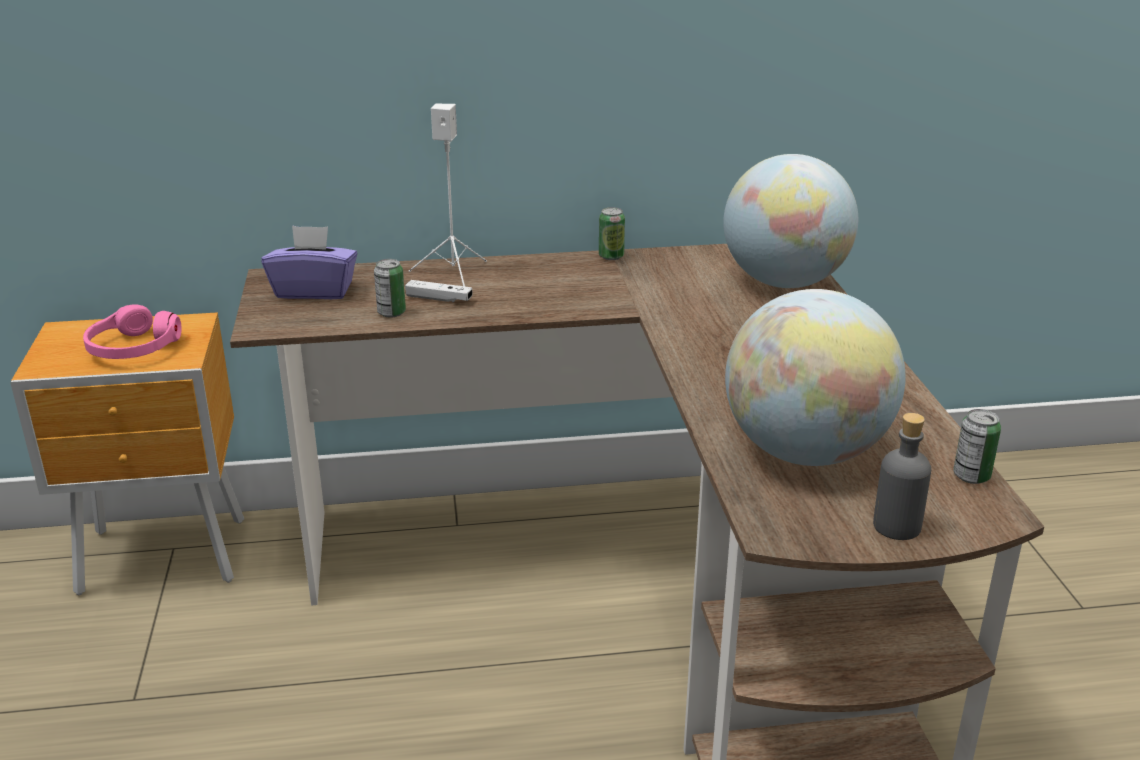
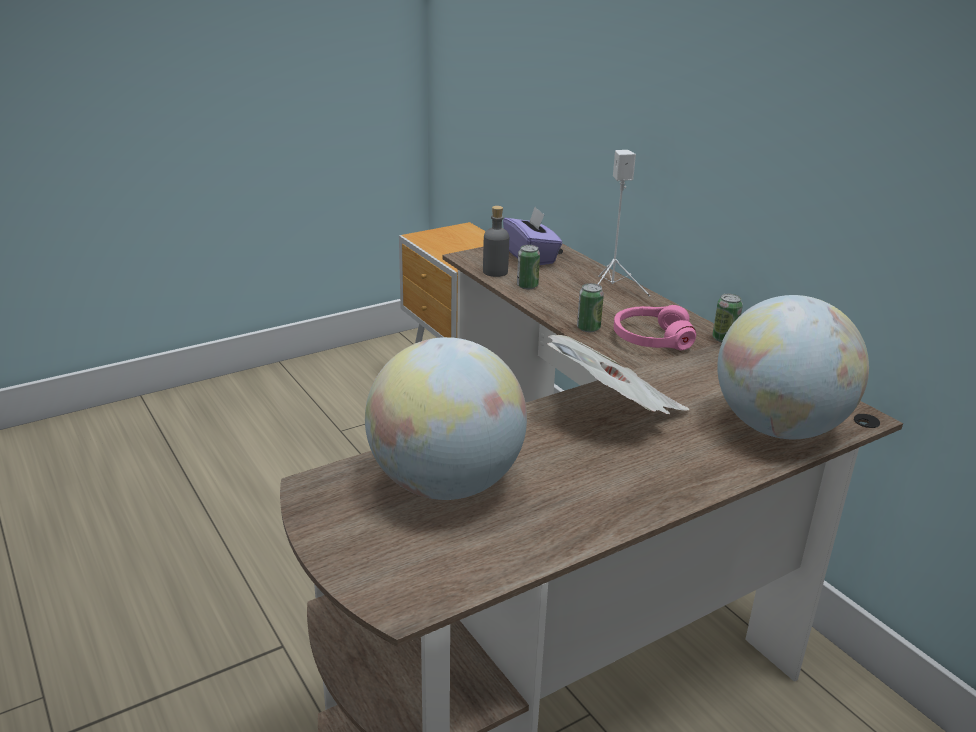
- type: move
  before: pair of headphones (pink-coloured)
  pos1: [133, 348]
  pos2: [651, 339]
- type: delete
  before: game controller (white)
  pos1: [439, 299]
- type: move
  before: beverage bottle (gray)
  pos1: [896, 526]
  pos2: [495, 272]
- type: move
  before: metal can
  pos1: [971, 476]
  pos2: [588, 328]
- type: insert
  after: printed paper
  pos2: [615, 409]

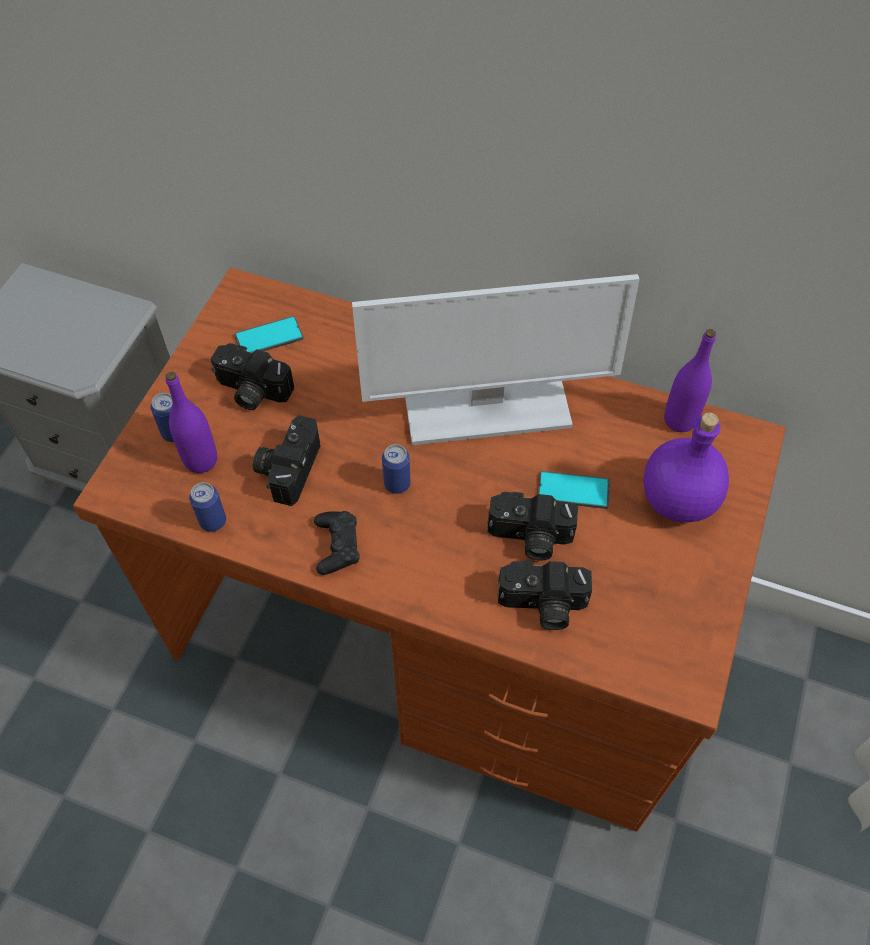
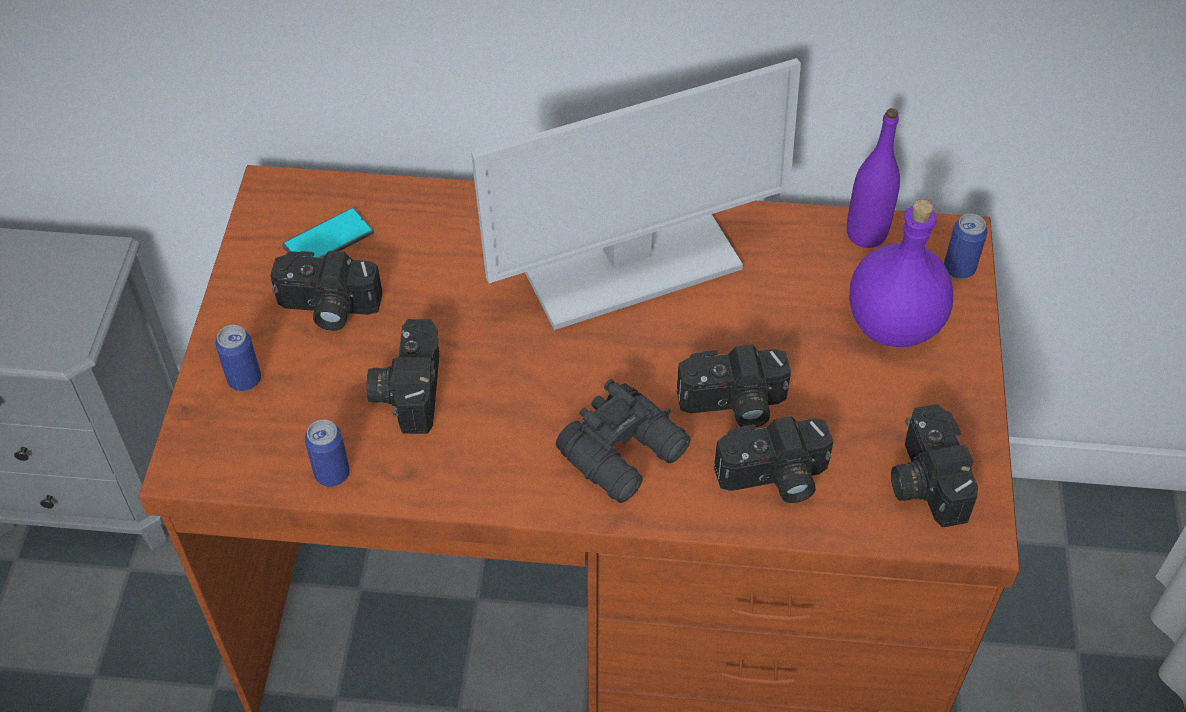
- type: delete
  before: beverage bottle (purple)
  pos1: [201, 460]
- type: delete
  before: game controller (black)
  pos1: [337, 545]
- type: move
  before: metal can
  pos1: [397, 484]
  pos2: [959, 269]
- type: delete
  before: handset
  pos1: [573, 490]
- type: insert
  after: field glasses (black)
  pos2: [626, 453]
- type: insert
  after: photo camera
  pos2: [922, 480]

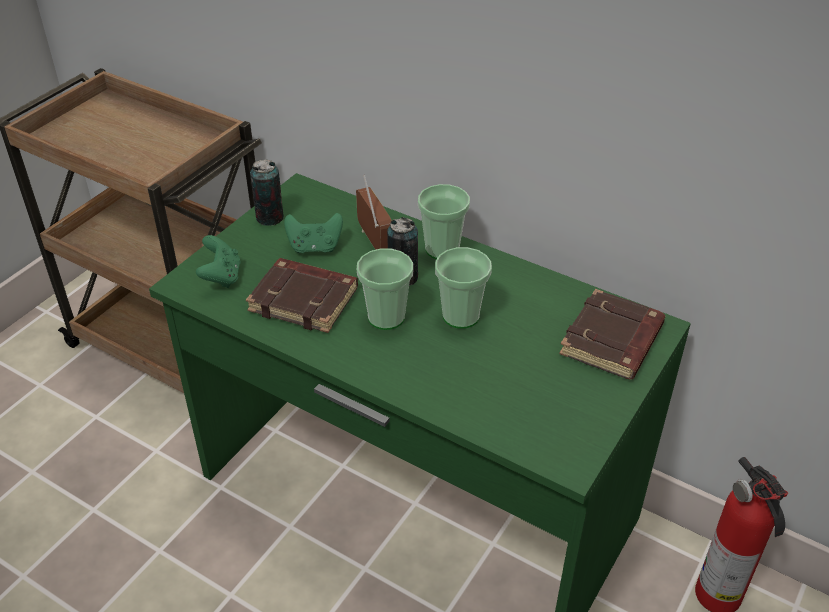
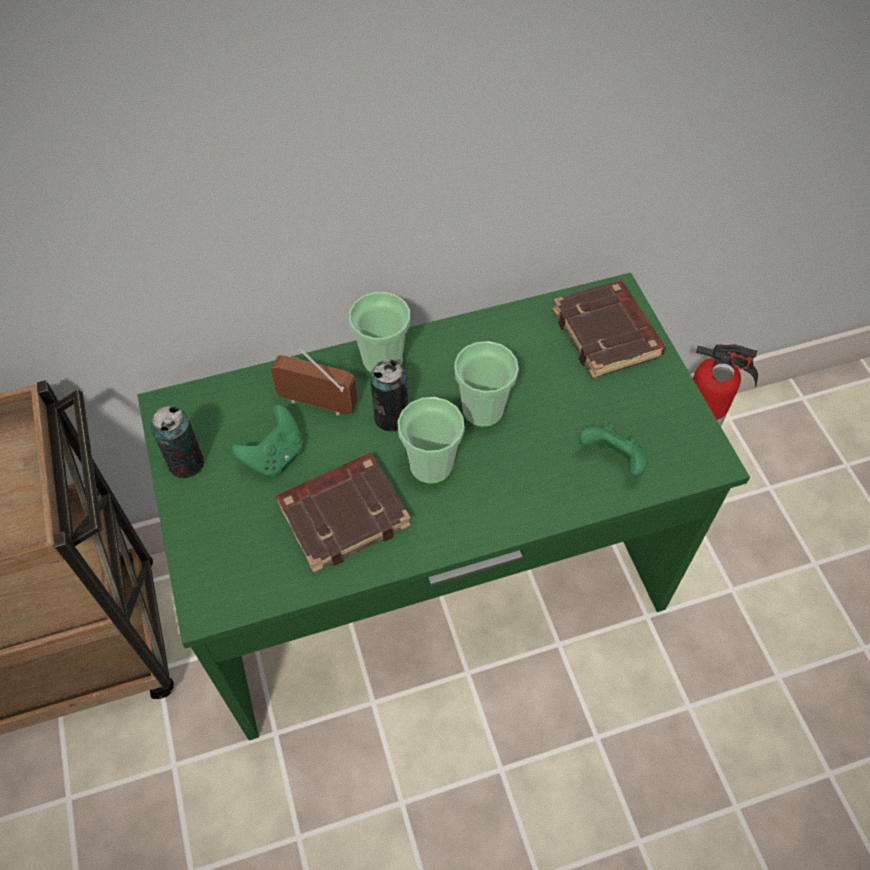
- type: move
  before: game controller (greenish)
  pos1: [221, 277]
  pos2: [613, 460]

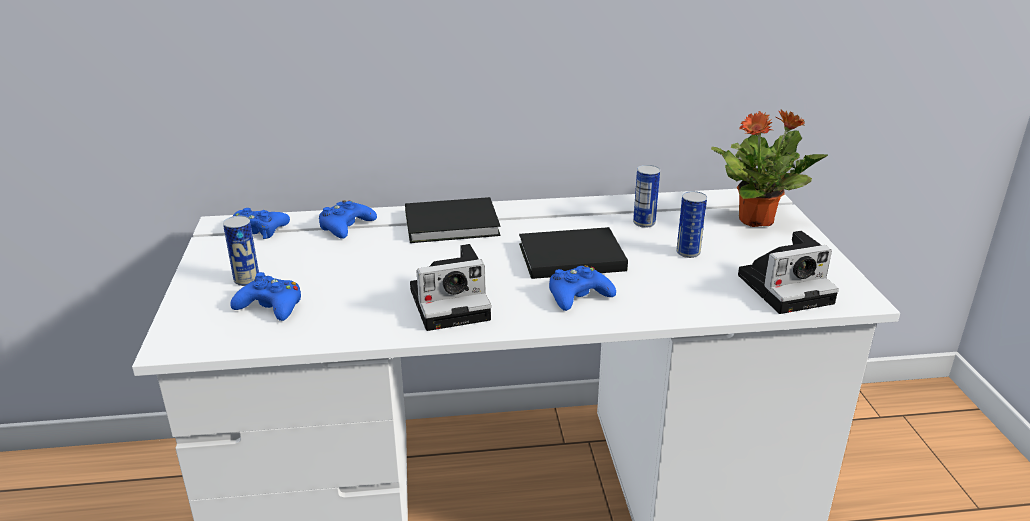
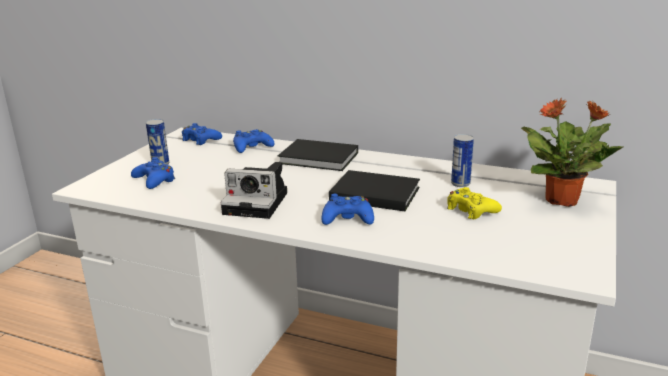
- type: replace
  before: metal can
  after: game controller (yellow-coloured)
  pos1: [688, 252]
  pos2: [470, 210]
- type: delete
  before: photo camera
  pos1: [787, 288]

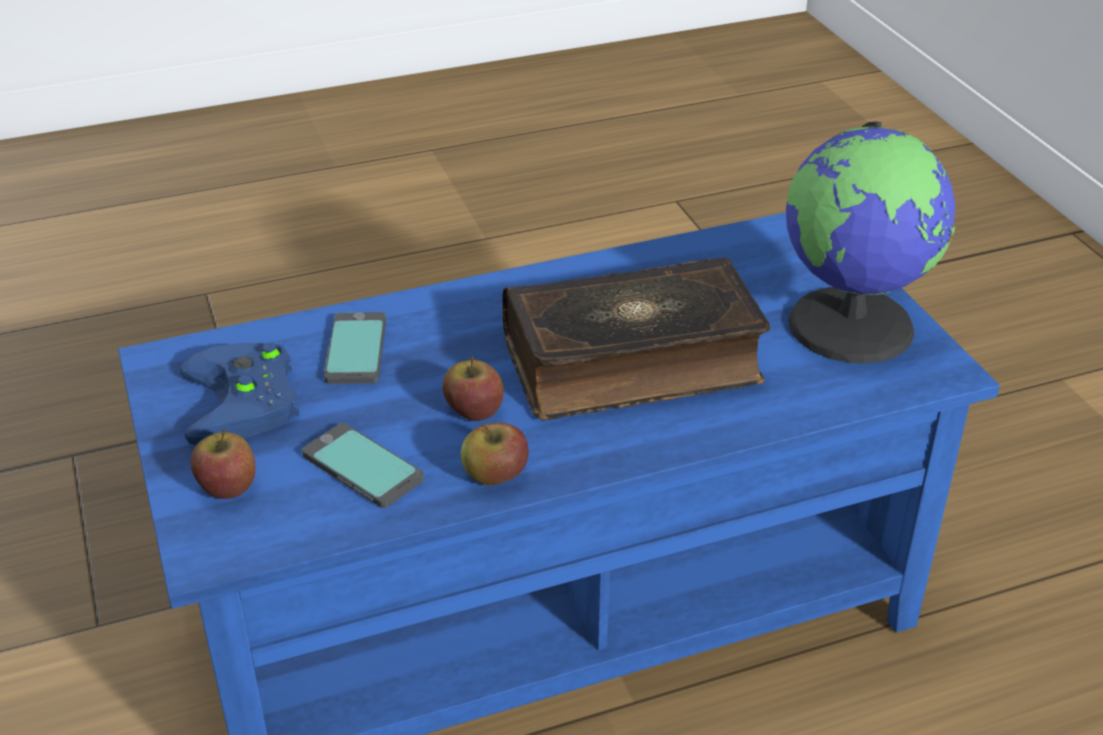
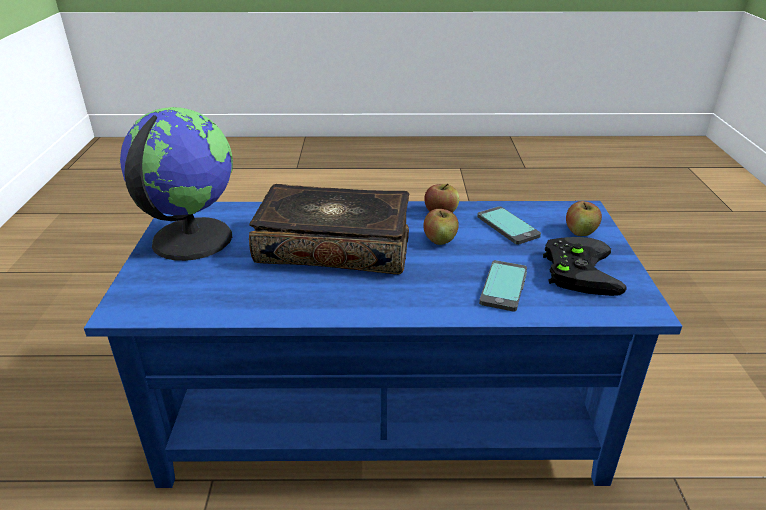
- type: recolor
  before: game controller (bluish)
  after: game controller (black)
  pos1: [246, 402]
  pos2: [576, 269]

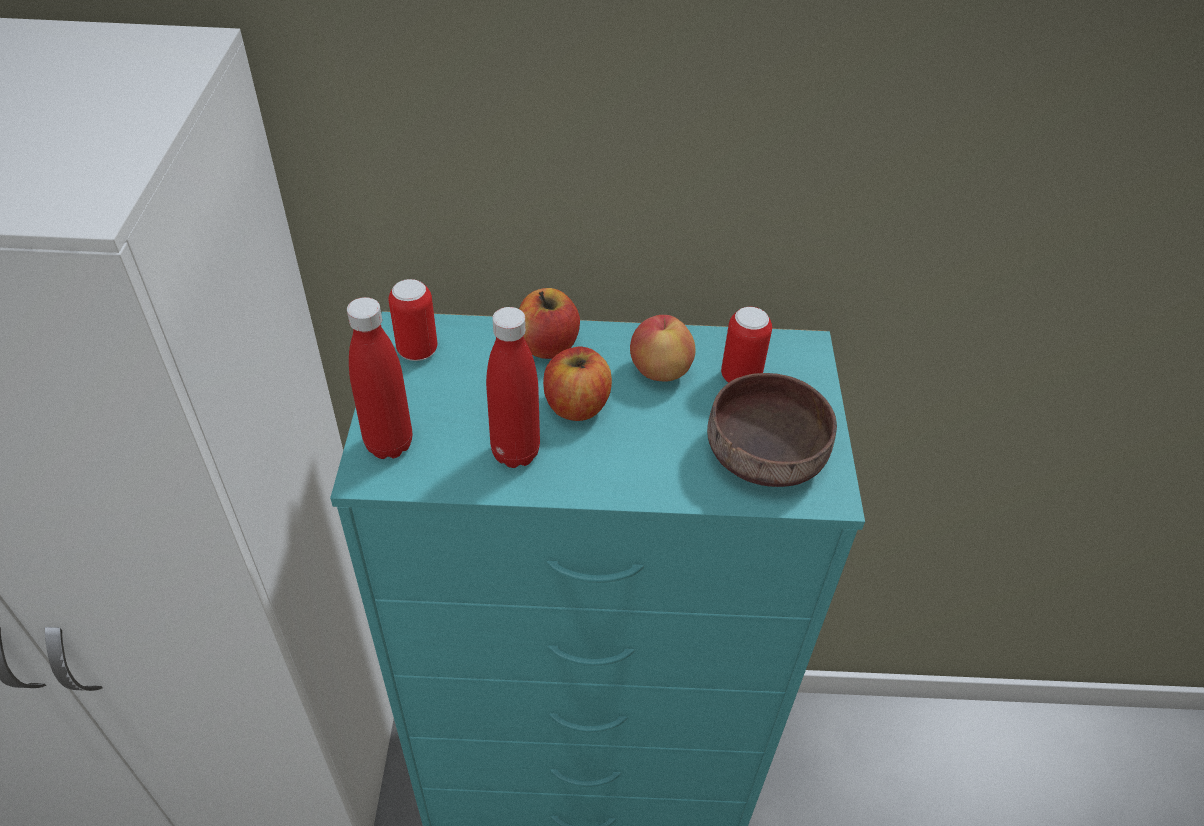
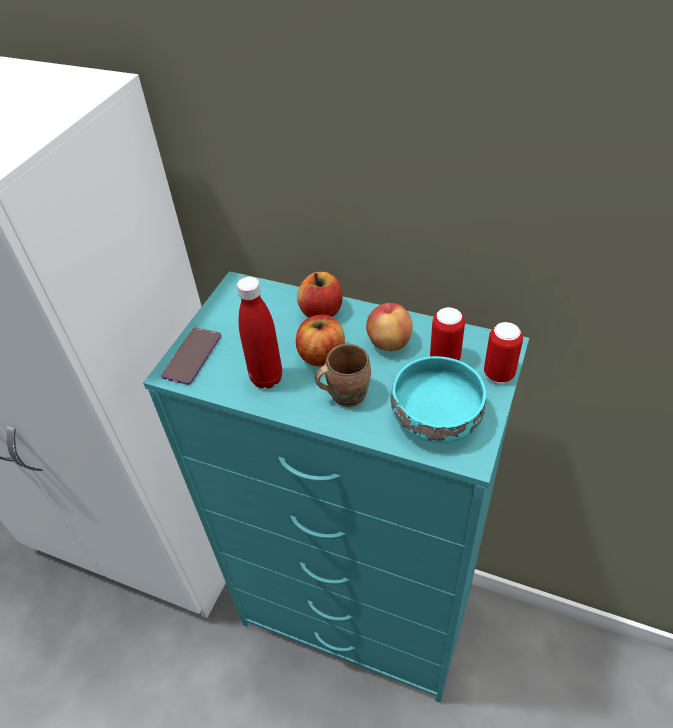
- type: replace
  before: beverage bottle (red)
  after: handset
  pos1: [389, 444]
  pos2: [192, 356]
- type: move
  before: metal can
  pos1: [417, 350]
  pos2: [499, 374]
- type: recolor
  before: deep dish (brown)
  after: deep dish (turquoise)
  pos1: [768, 453]
  pos2: [439, 417]
- type: insert
  after: coffee mug (brown)
  pos2: [345, 393]

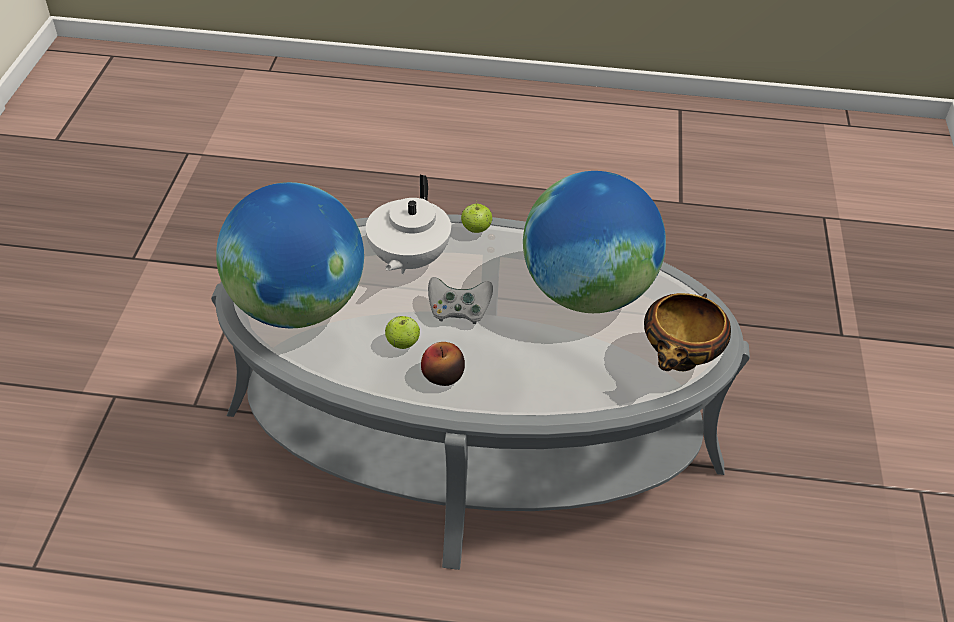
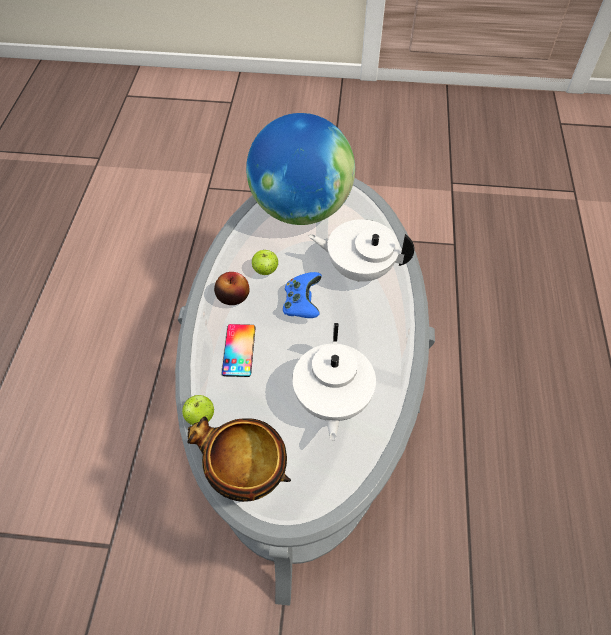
- type: recolor
  before: game controller (gray)
  after: game controller (bluish)
  pos1: [458, 311]
  pos2: [302, 304]
- type: move
  before: apple
  pos1: [476, 230]
  pos2: [200, 417]
- type: replace
  before: globe
  after: pot for tea (white)
  pos1: [587, 293]
  pos2: [331, 400]
- type: insert
  after: handset
  pos2: [239, 350]

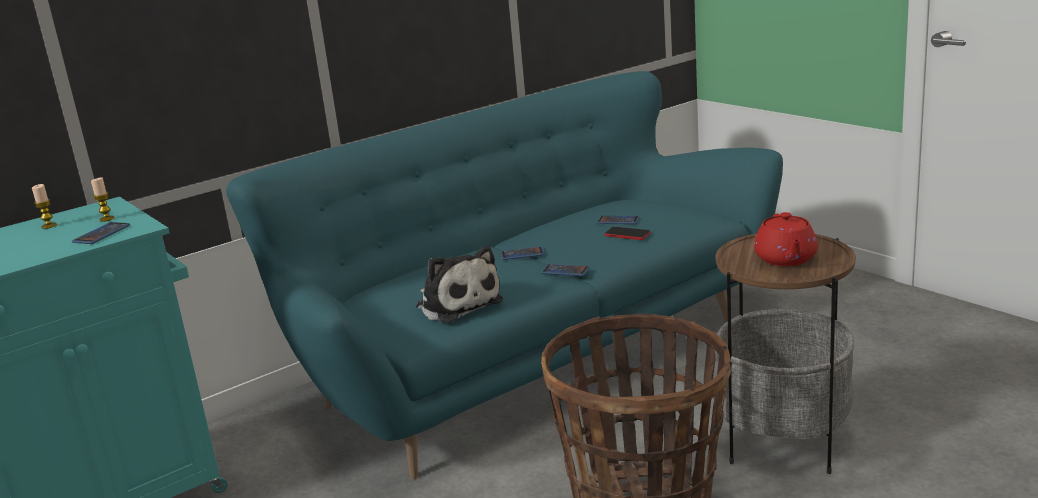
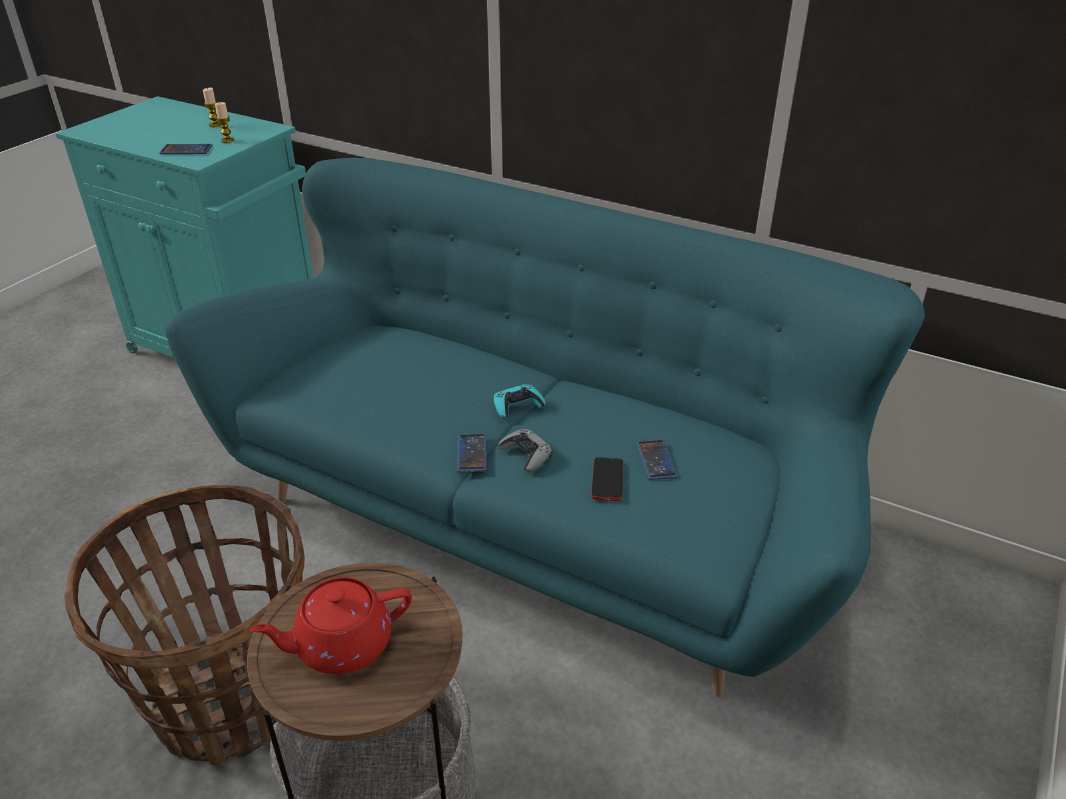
- type: delete
  before: soft toy
  pos1: [457, 303]
- type: replace
  before: handset
  after: game controller (turquoise)
  pos1: [522, 254]
  pos2: [517, 406]
- type: insert
  after: game controller (gray)
  pos2: [526, 454]

